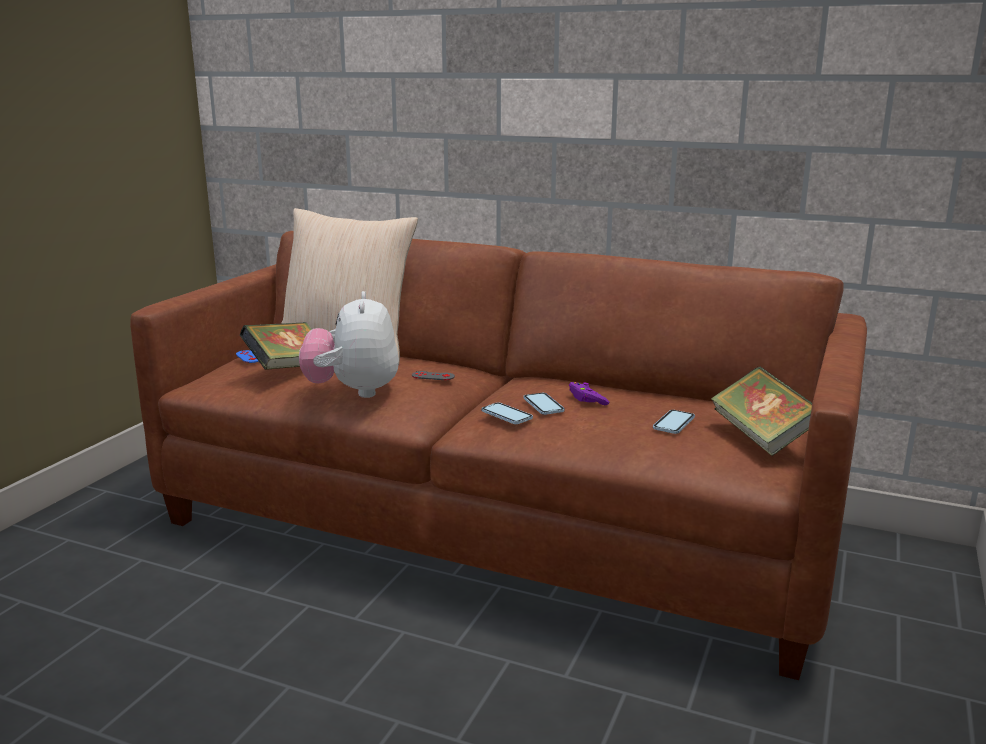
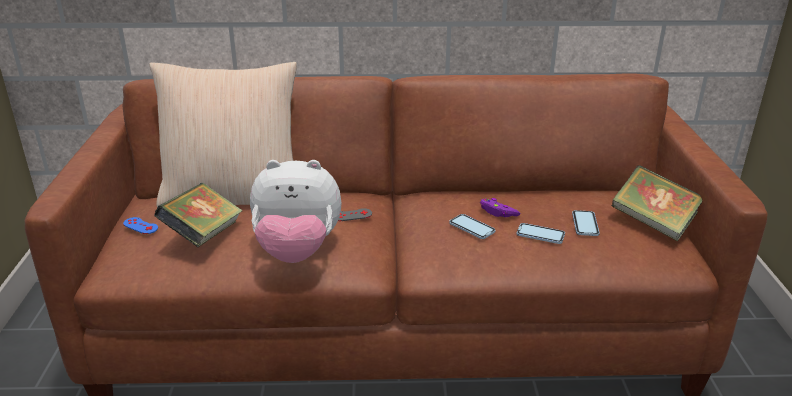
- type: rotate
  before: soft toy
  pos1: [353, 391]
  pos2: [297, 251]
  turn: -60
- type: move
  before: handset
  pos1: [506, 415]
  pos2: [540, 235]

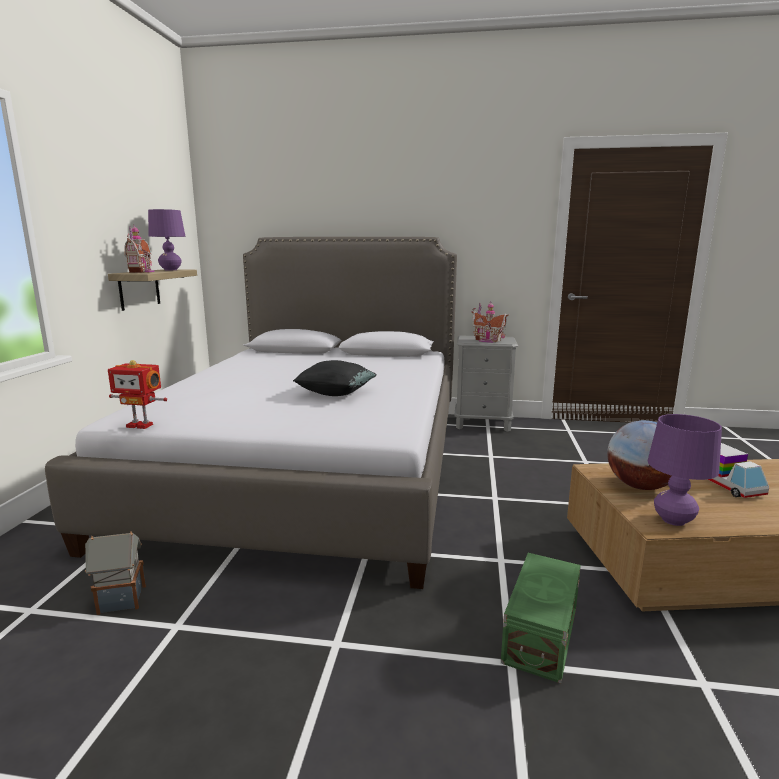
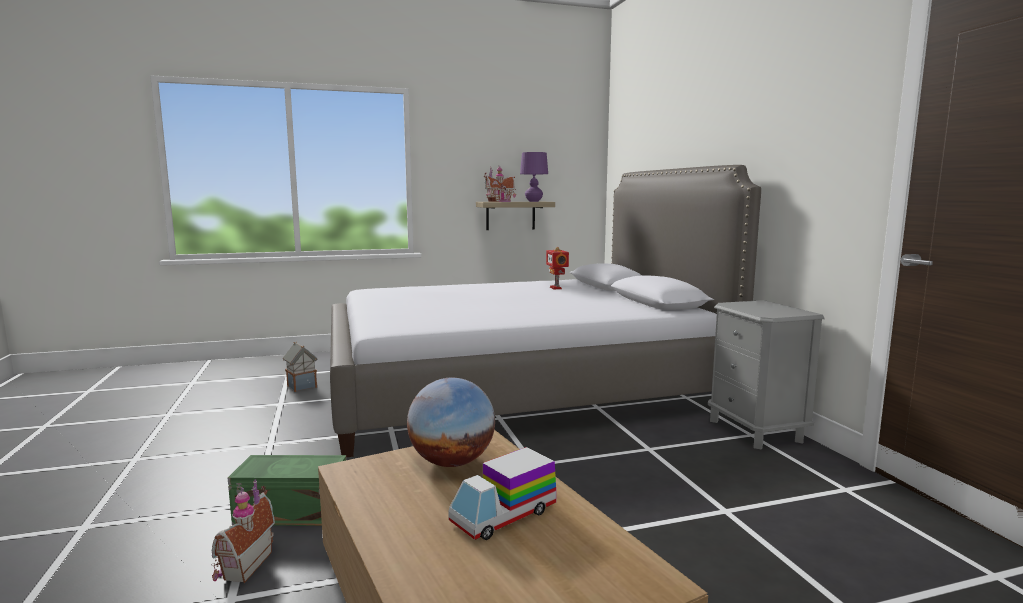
- type: move
  before: robot figure
  pos1: [140, 425]
  pos2: [556, 288]
- type: delete
  before: cushion (black)
  pos1: [335, 393]
- type: move
  before: model house
  pos1: [487, 340]
  pos2: [243, 566]
- type: delete
  before: table lamp (purple)
  pos1: [673, 520]

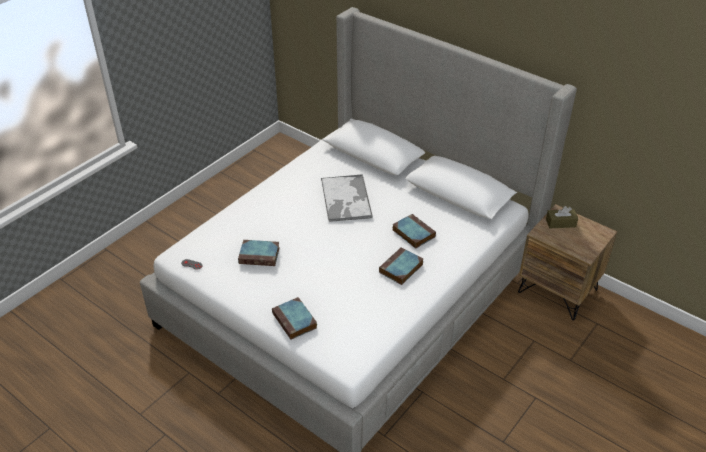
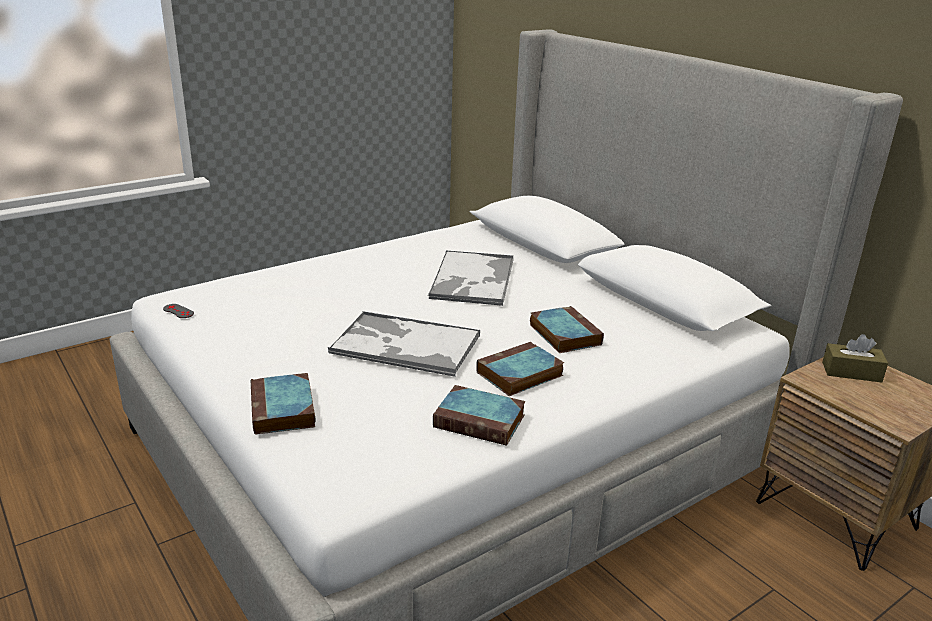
- type: move
  before: bound book
  pos1: [260, 255]
  pos2: [481, 421]
- type: insert
  after: carrying tray
  pos2: [404, 344]

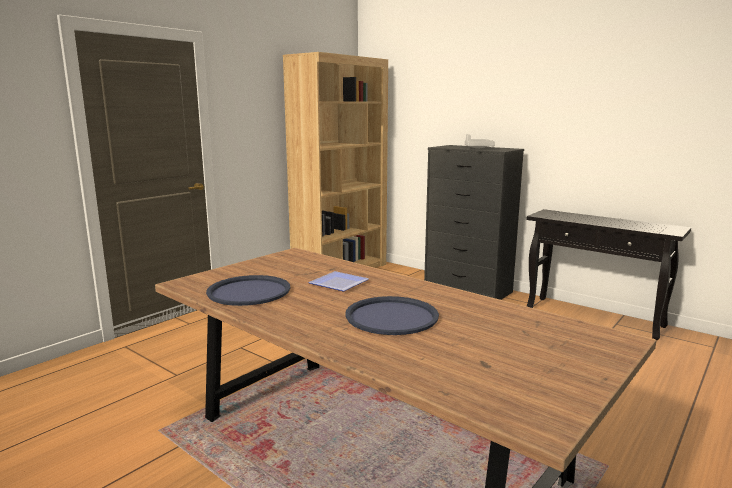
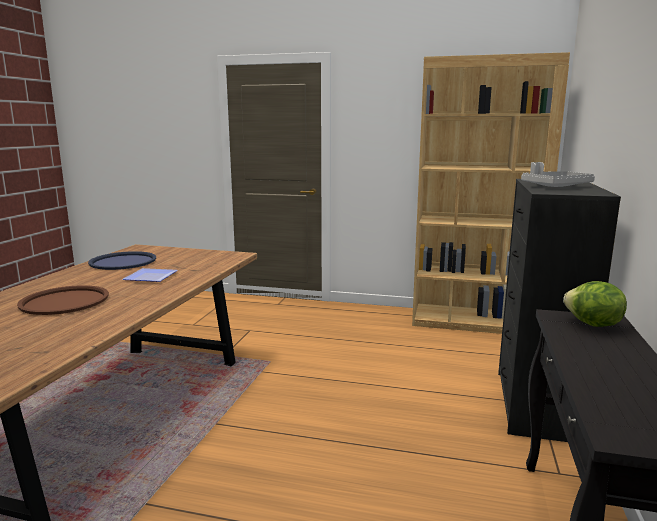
- type: recolor
  before: carrying tray (bluish)
  after: carrying tray (brown)
  pos1: [392, 317]
  pos2: [64, 301]
- type: insert
  after: lettuce head
  pos2: [592, 324]

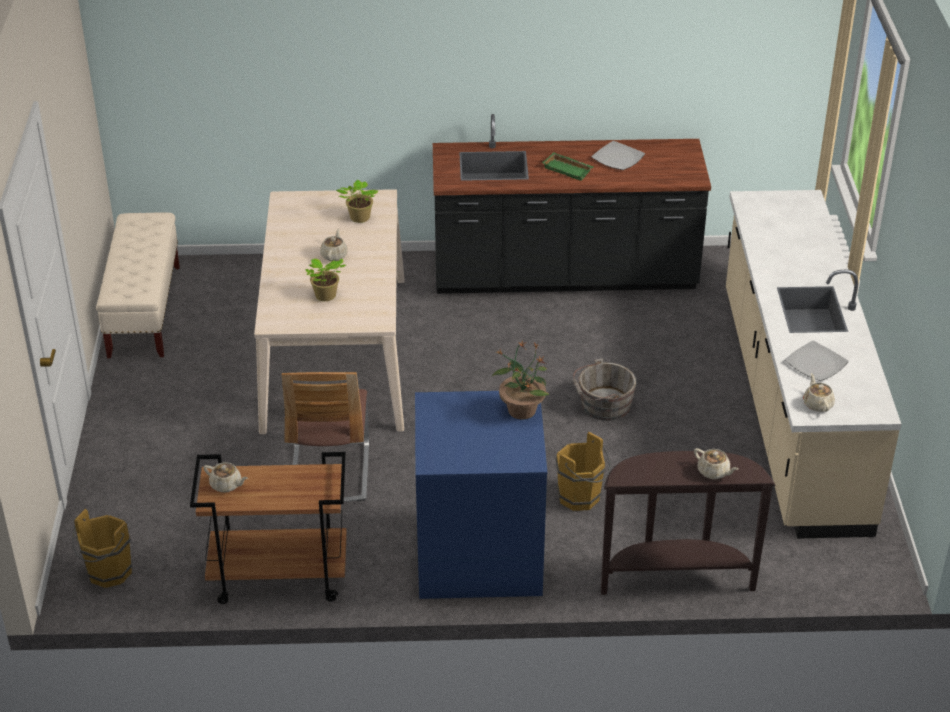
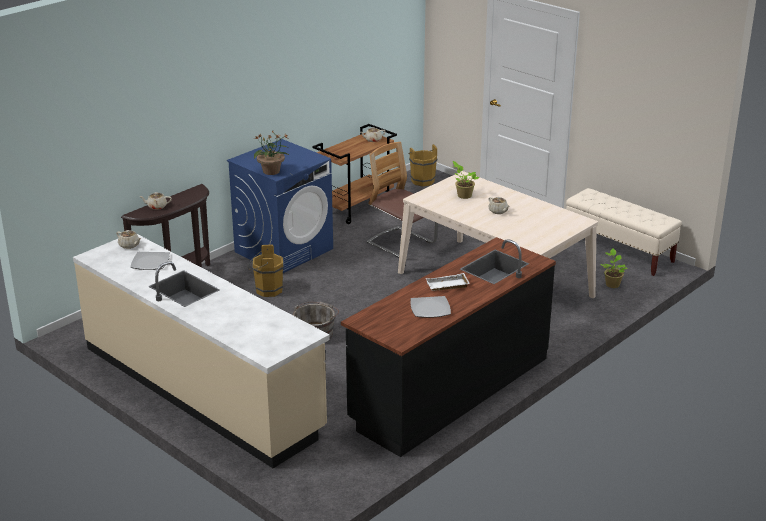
- type: move
  before: potted plant
  pos1: [359, 218]
  pos2: [612, 284]
- type: recolor
  before: carrying tray (greenish)
  after: carrying tray (white)
  pos1: [568, 169]
  pos2: [447, 286]

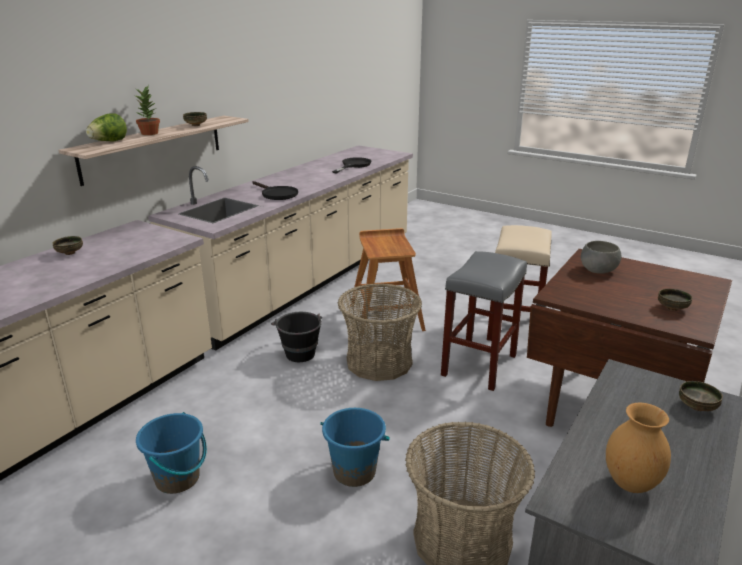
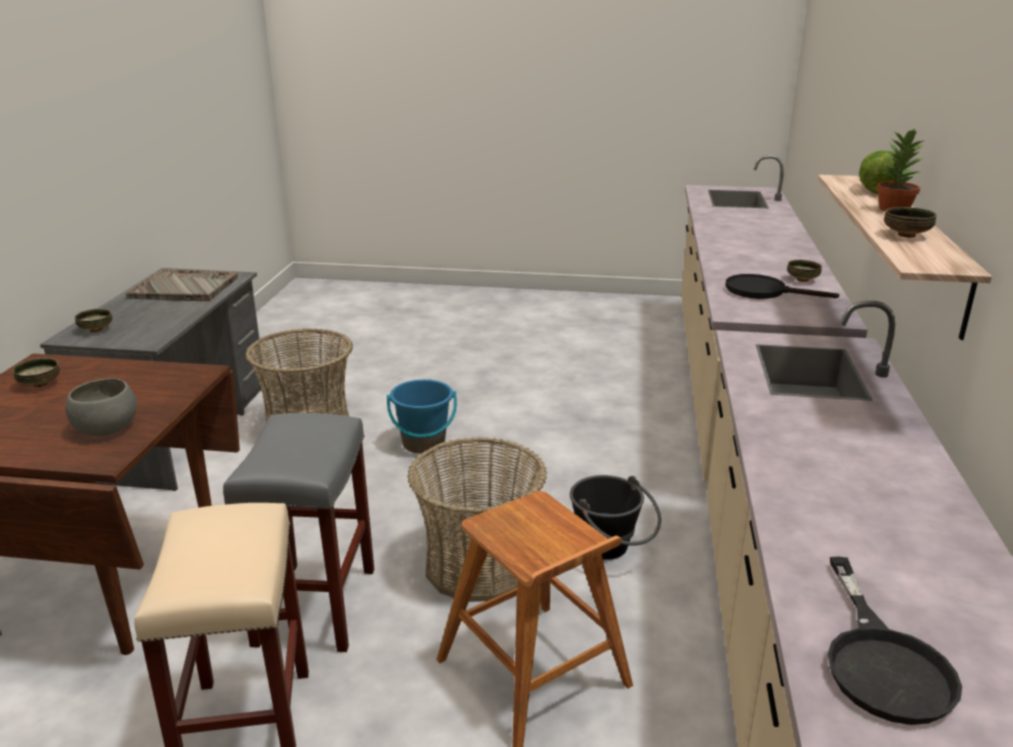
- type: delete
  before: bucket (bluish)
  pos1: [178, 478]
- type: move
  before: pan (black)
  pos1: [276, 194]
  pos2: [764, 291]
- type: replace
  before: flower vase (brown)
  after: carrying tray (gray)
  pos1: [629, 483]
  pos2: [185, 288]

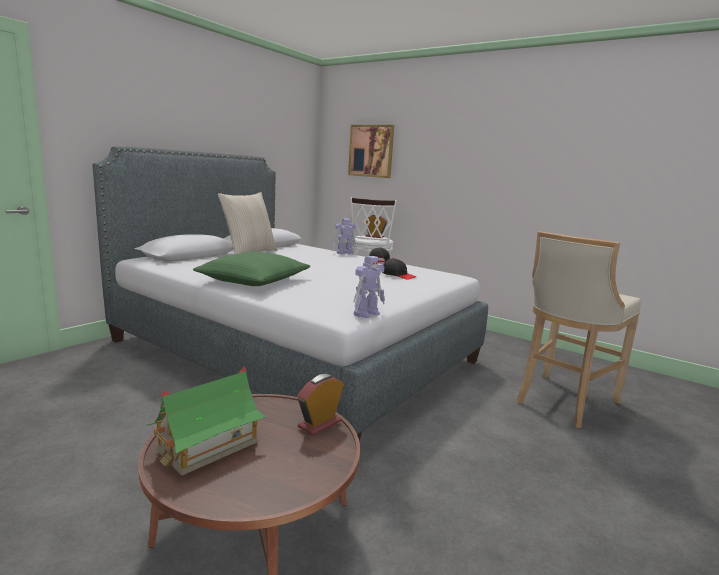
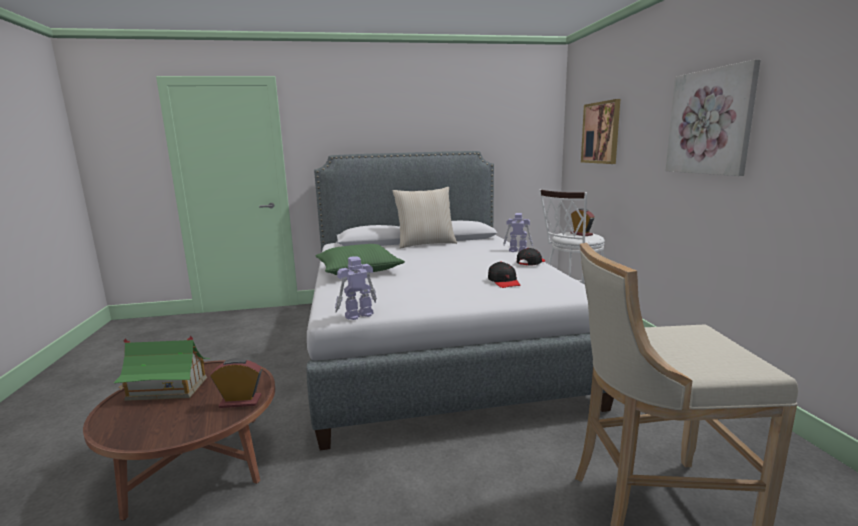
- type: rotate
  before: robot figure
  pos1: [367, 313]
  pos2: [358, 315]
  turn: 150
- type: insert
  after: wall picture
  pos2: [710, 122]

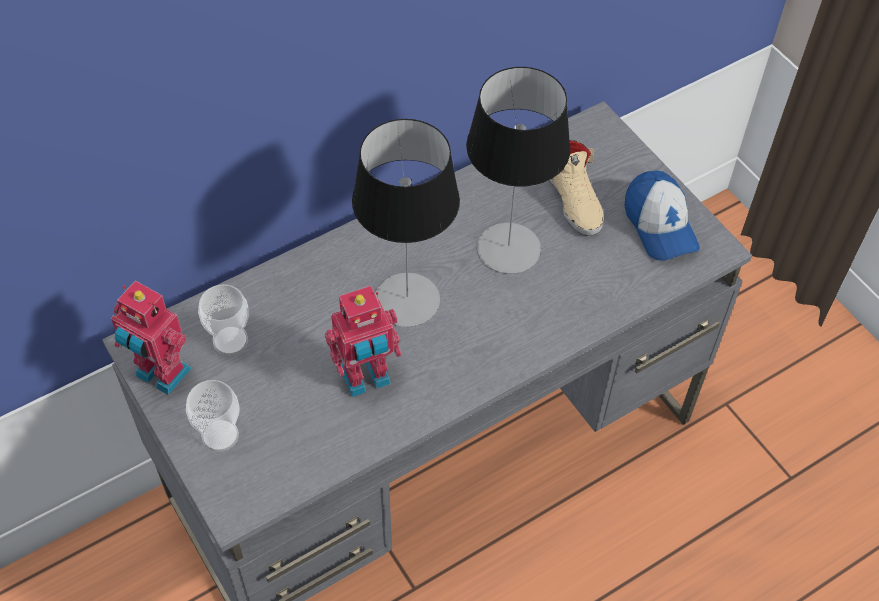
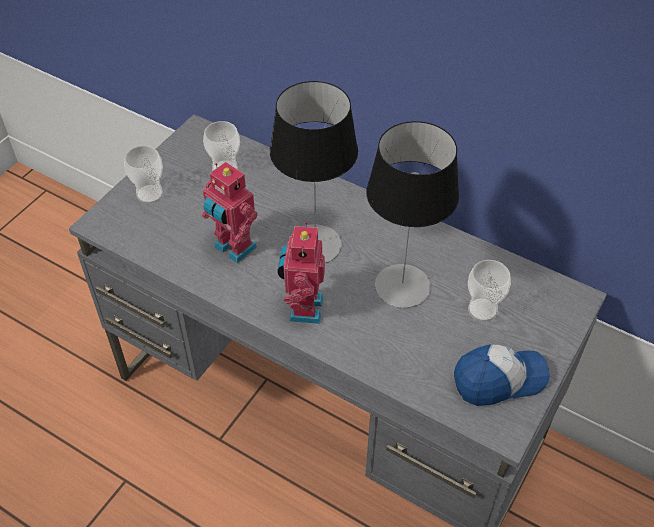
- type: move
  before: robot figure
  pos1: [161, 375]
  pos2: [303, 308]
- type: replace
  before: item of footwear (beige-coloured)
  after: drinking cup
  pos1: [574, 199]
  pos2: [482, 310]
- type: rotate
  before: peaked cap
  pos1: [659, 226]
  pos2: [499, 379]
  turn: -150

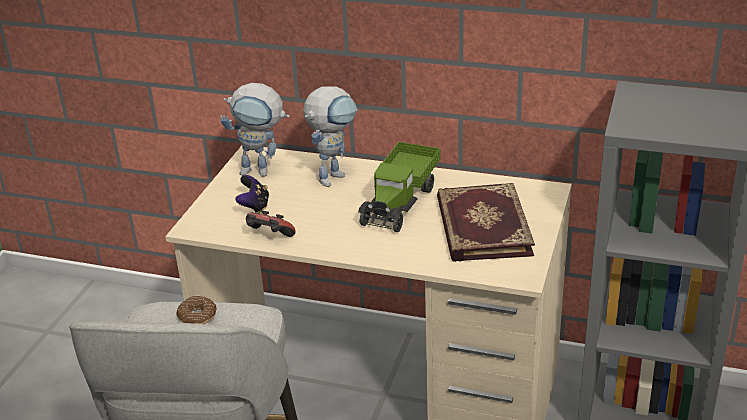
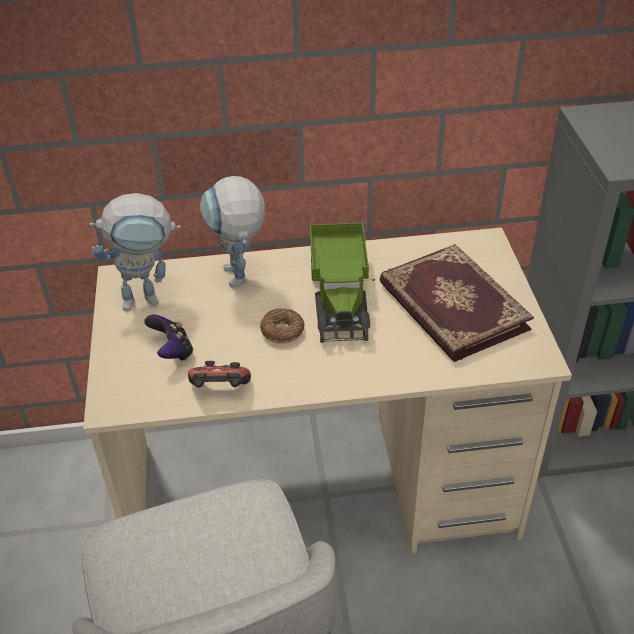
- type: move
  before: donut
  pos1: [197, 316]
  pos2: [282, 331]
- type: rotate
  before: robot figure
  pos1: [334, 175]
  pos2: [240, 281]
  turn: 150

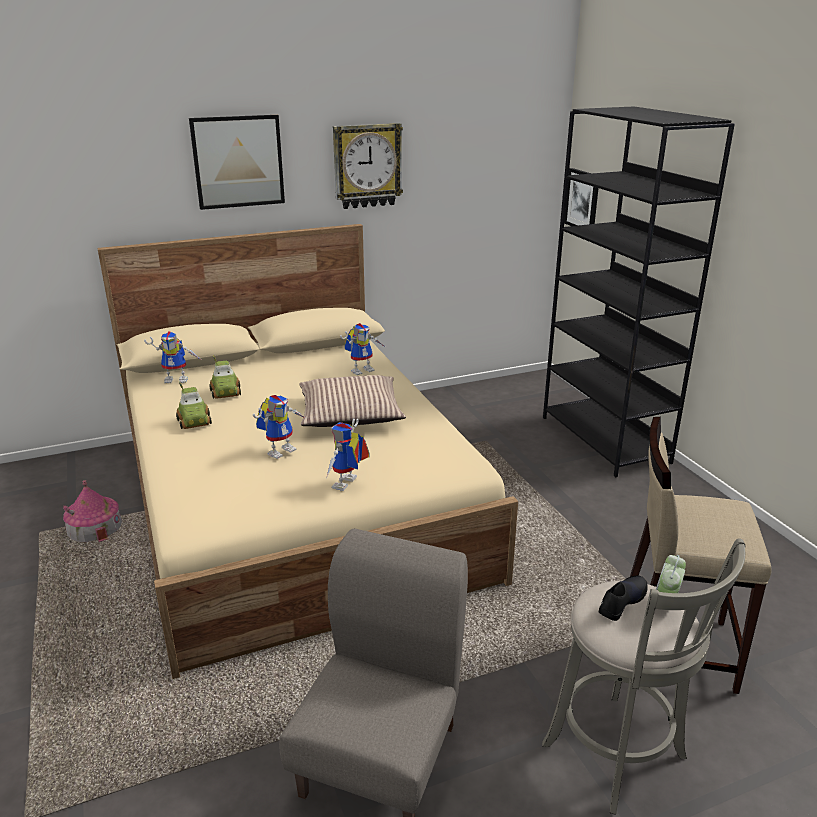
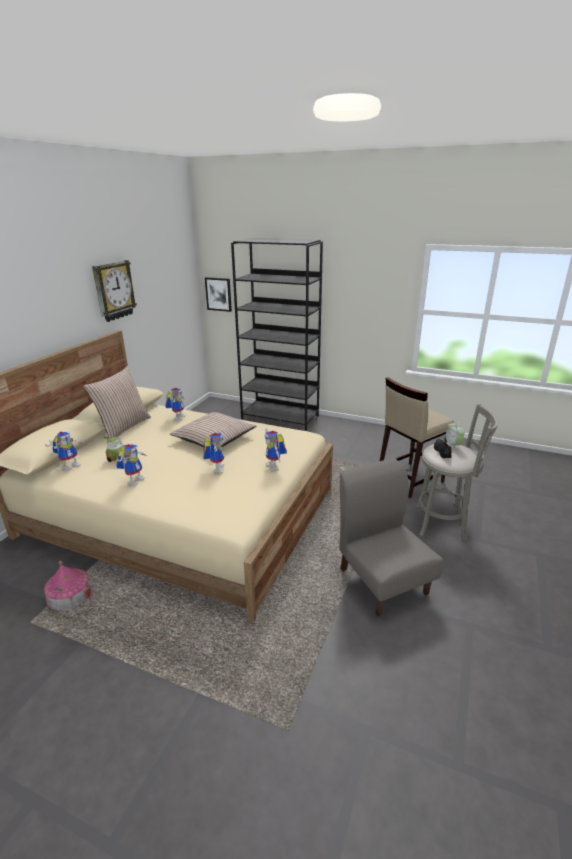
- type: replace
  before: toy car
  after: robot figure
  pos1: [195, 422]
  pos2: [135, 479]
- type: delete
  before: wall picture
  pos1: [238, 162]
- type: insert
  after: cushion
  pos2: [123, 427]

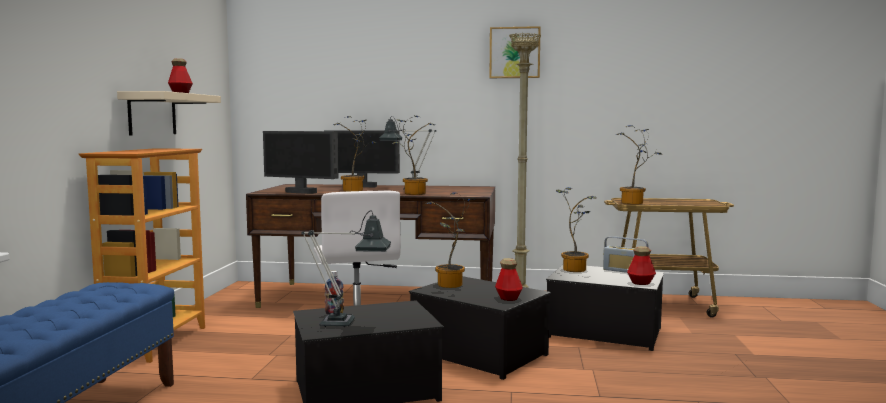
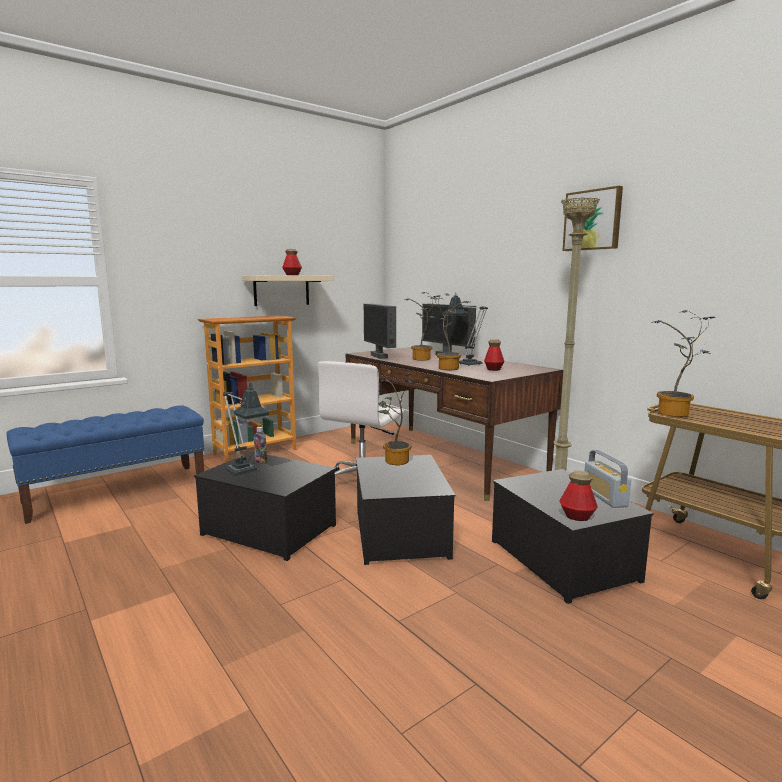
- type: move
  before: beverage bottle
  pos1: [508, 298]
  pos2: [493, 369]
- type: delete
  before: potted plant
  pos1: [575, 269]

